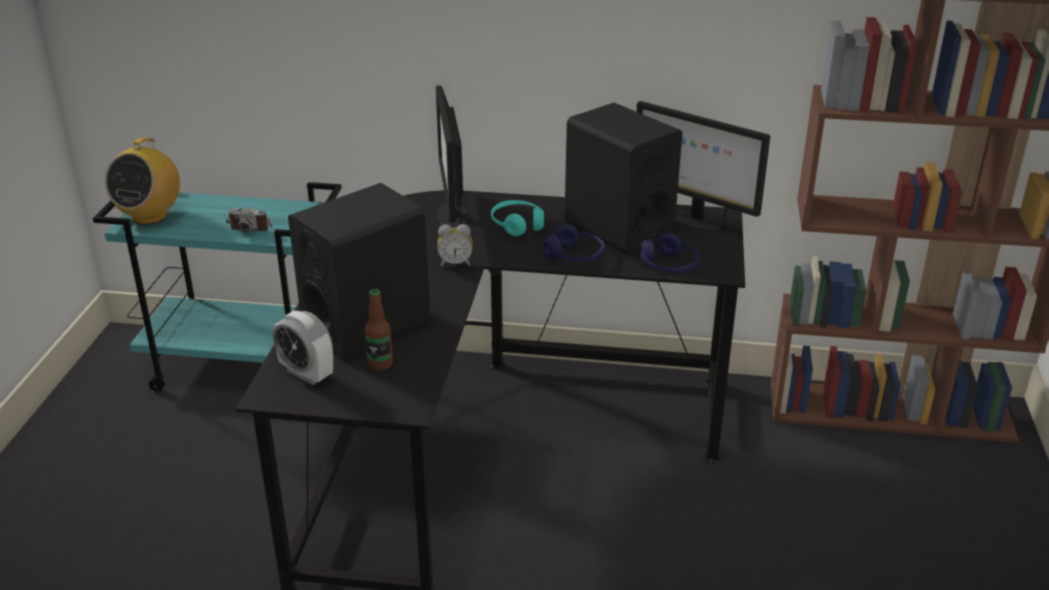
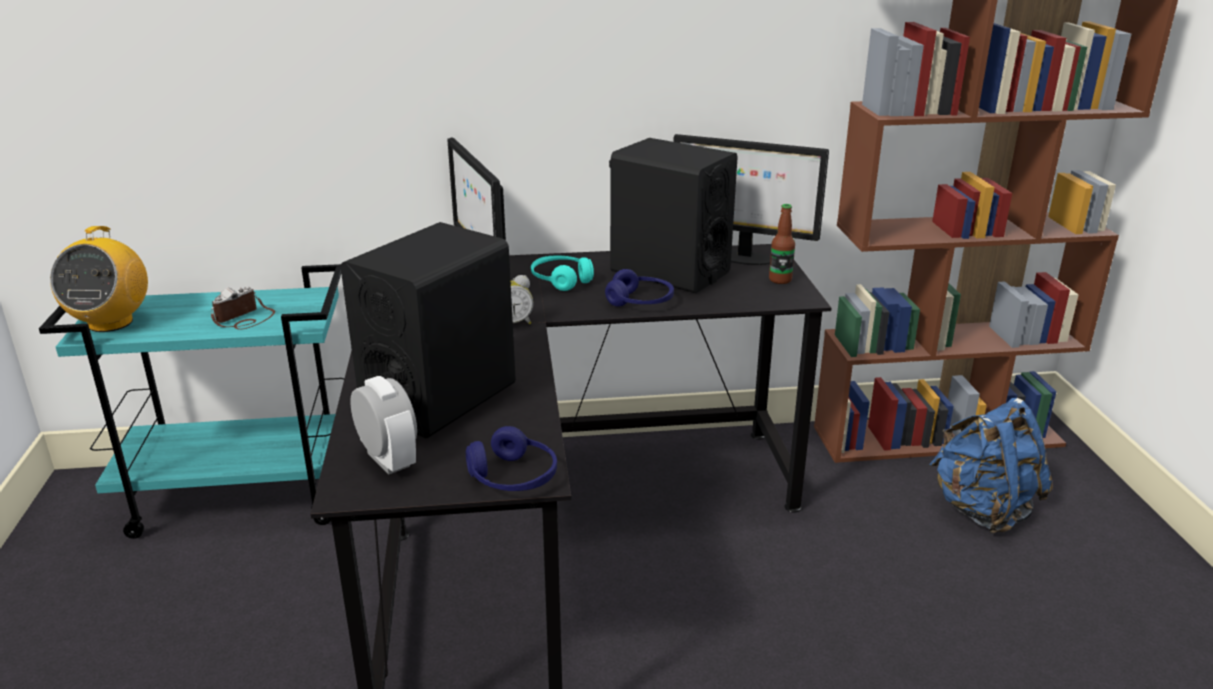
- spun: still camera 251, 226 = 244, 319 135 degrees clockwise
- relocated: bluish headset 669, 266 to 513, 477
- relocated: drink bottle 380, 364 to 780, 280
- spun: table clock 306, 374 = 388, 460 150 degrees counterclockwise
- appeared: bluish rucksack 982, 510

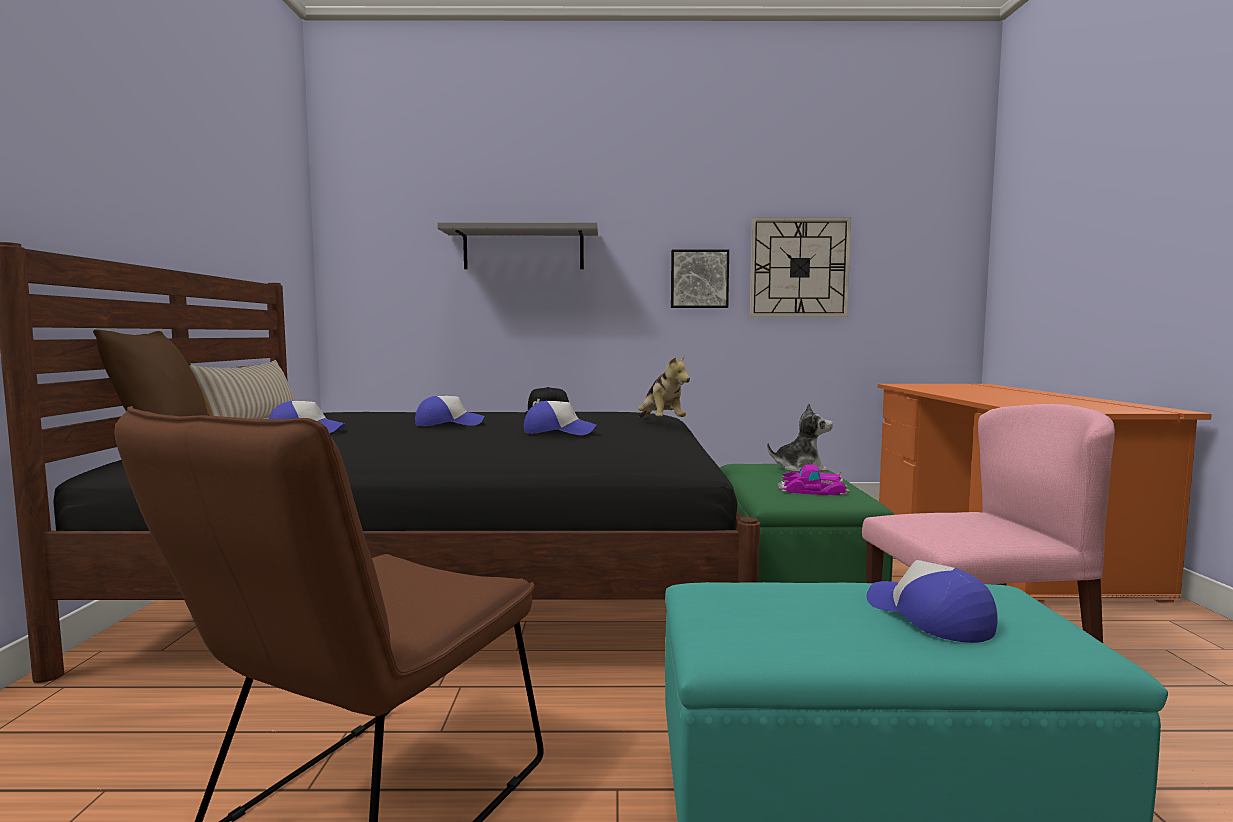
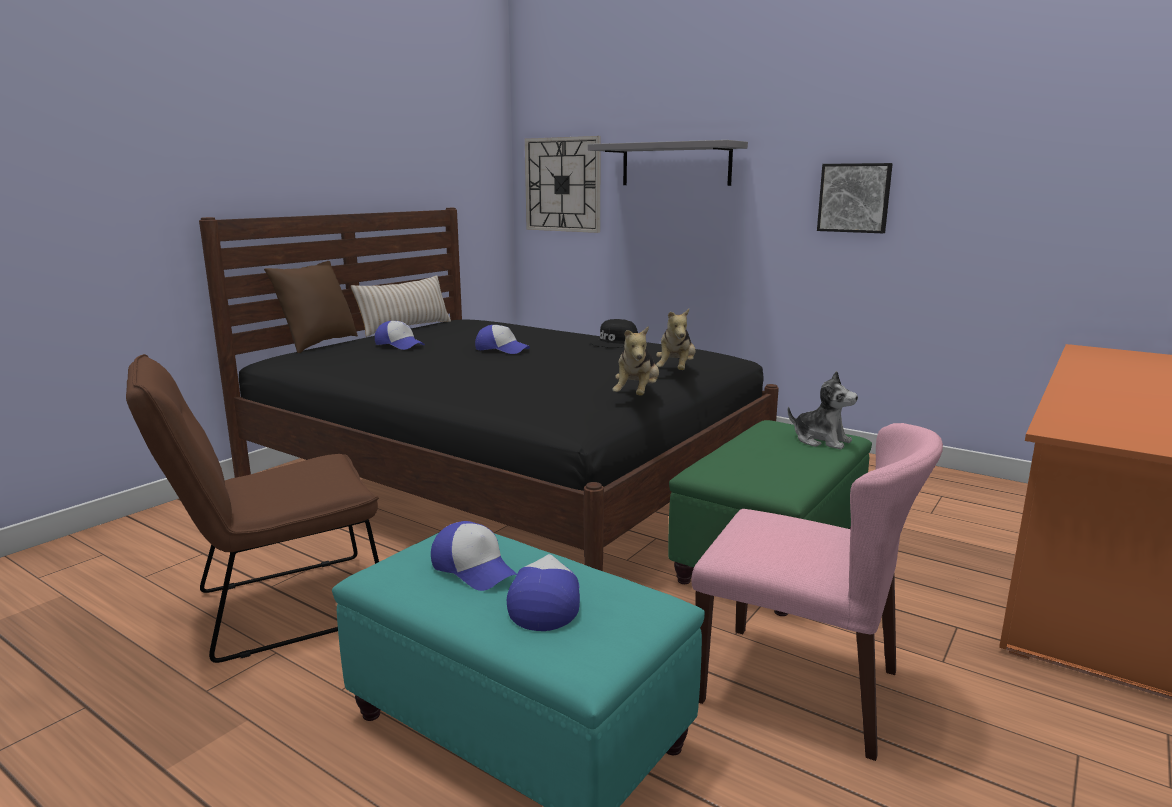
- relocated: clock on the wall 799, 267 to 563, 184
- relocated: peaked cap 559, 432 to 474, 568
- missing: toy car 813, 490
- appeared: cuddly toy 637, 395

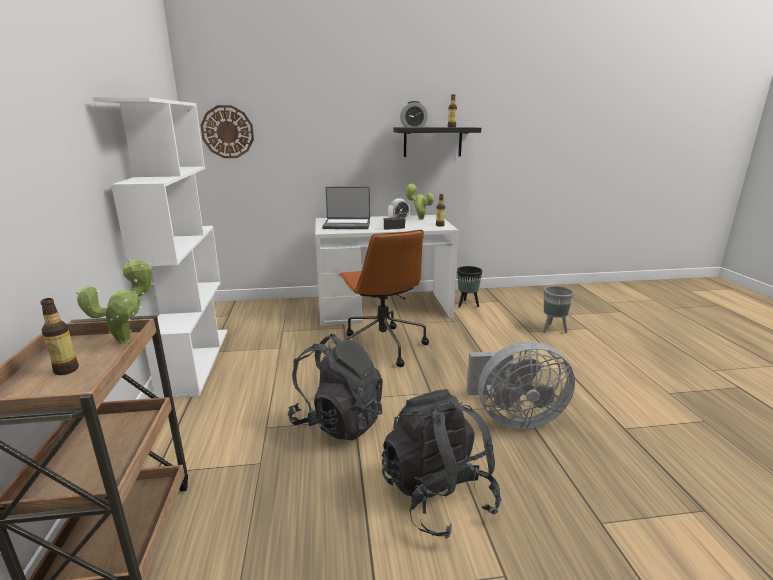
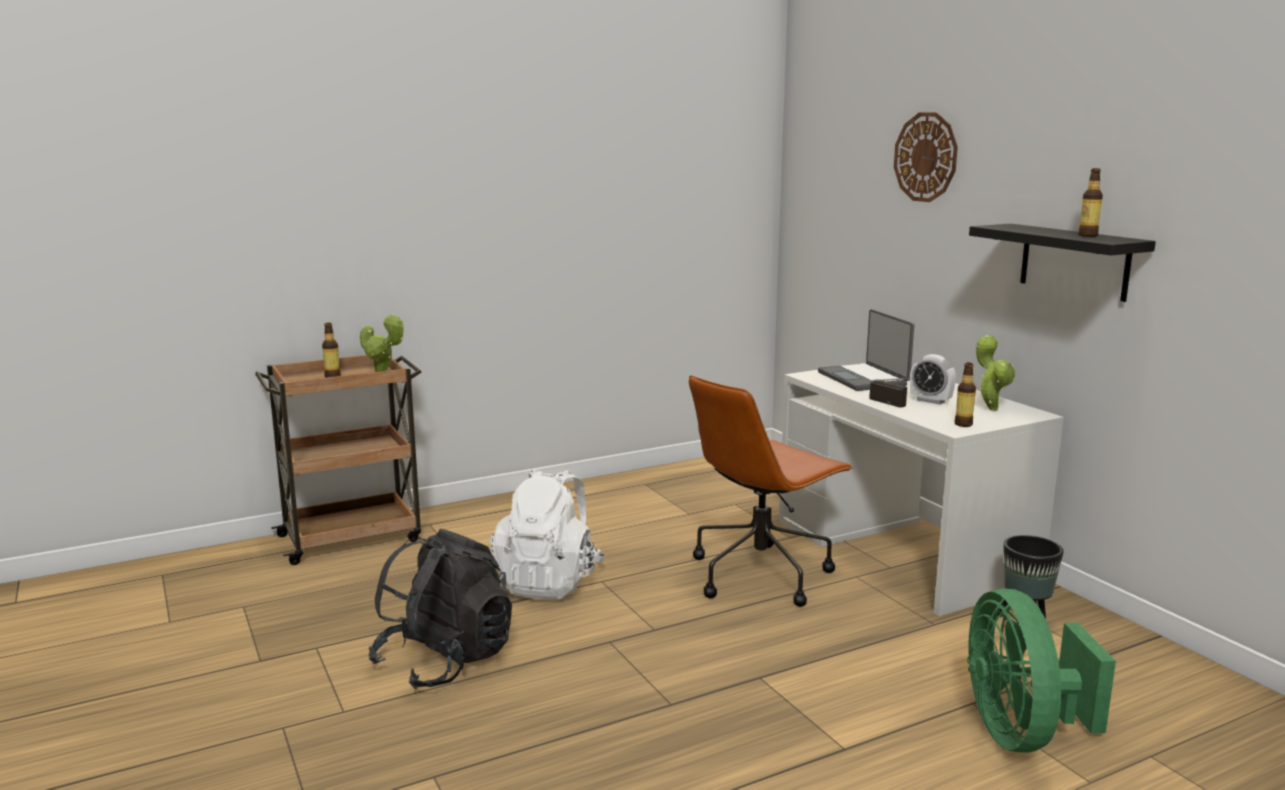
- missing: white shelving unit 195, 360
- missing: table clock 413, 127
- relocated: clock on the wall 227, 132 to 926, 157
- exchanged: grey plant pot 553, 329 to greenish cooling fan 1021, 733
- colour: blackish rucksack 338, 421 to white rucksack 549, 582
- missing: grey cooling fan 513, 418

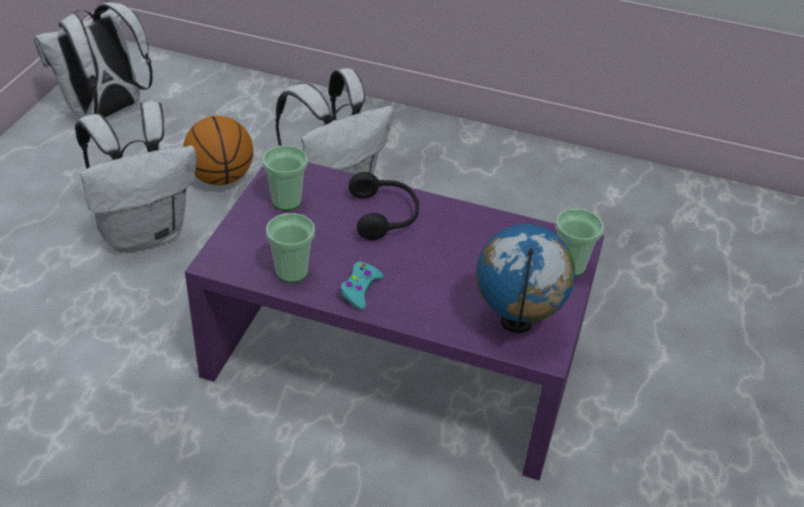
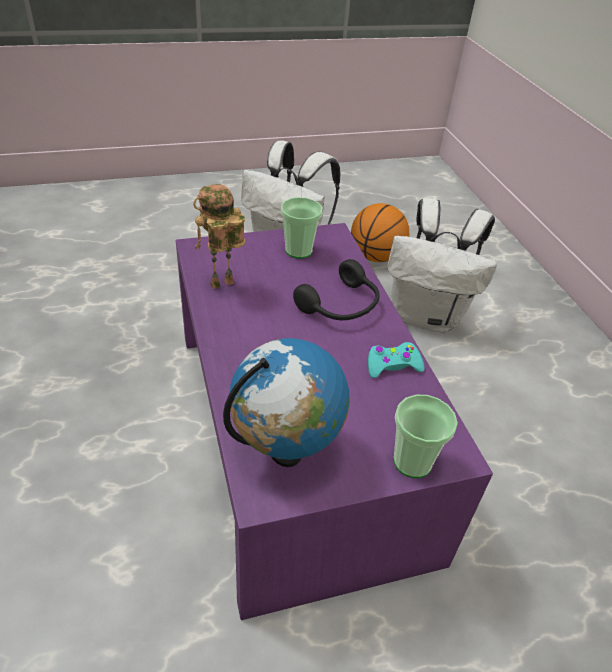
- missing: white rucksack 106, 113
- exchanged: small cup 291, 272 to toy robot 221, 286
- relocated: blue-green joypad 360, 289 to 392, 365

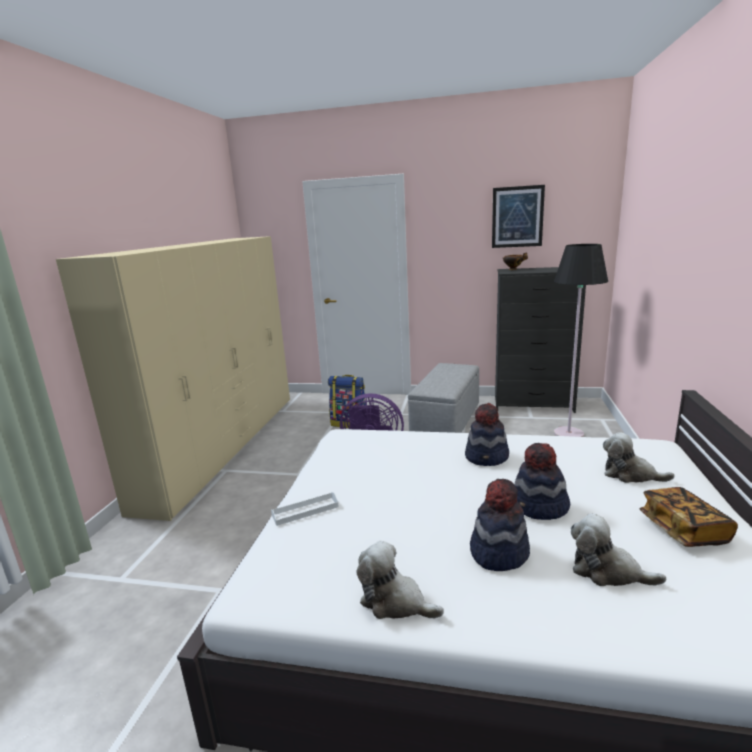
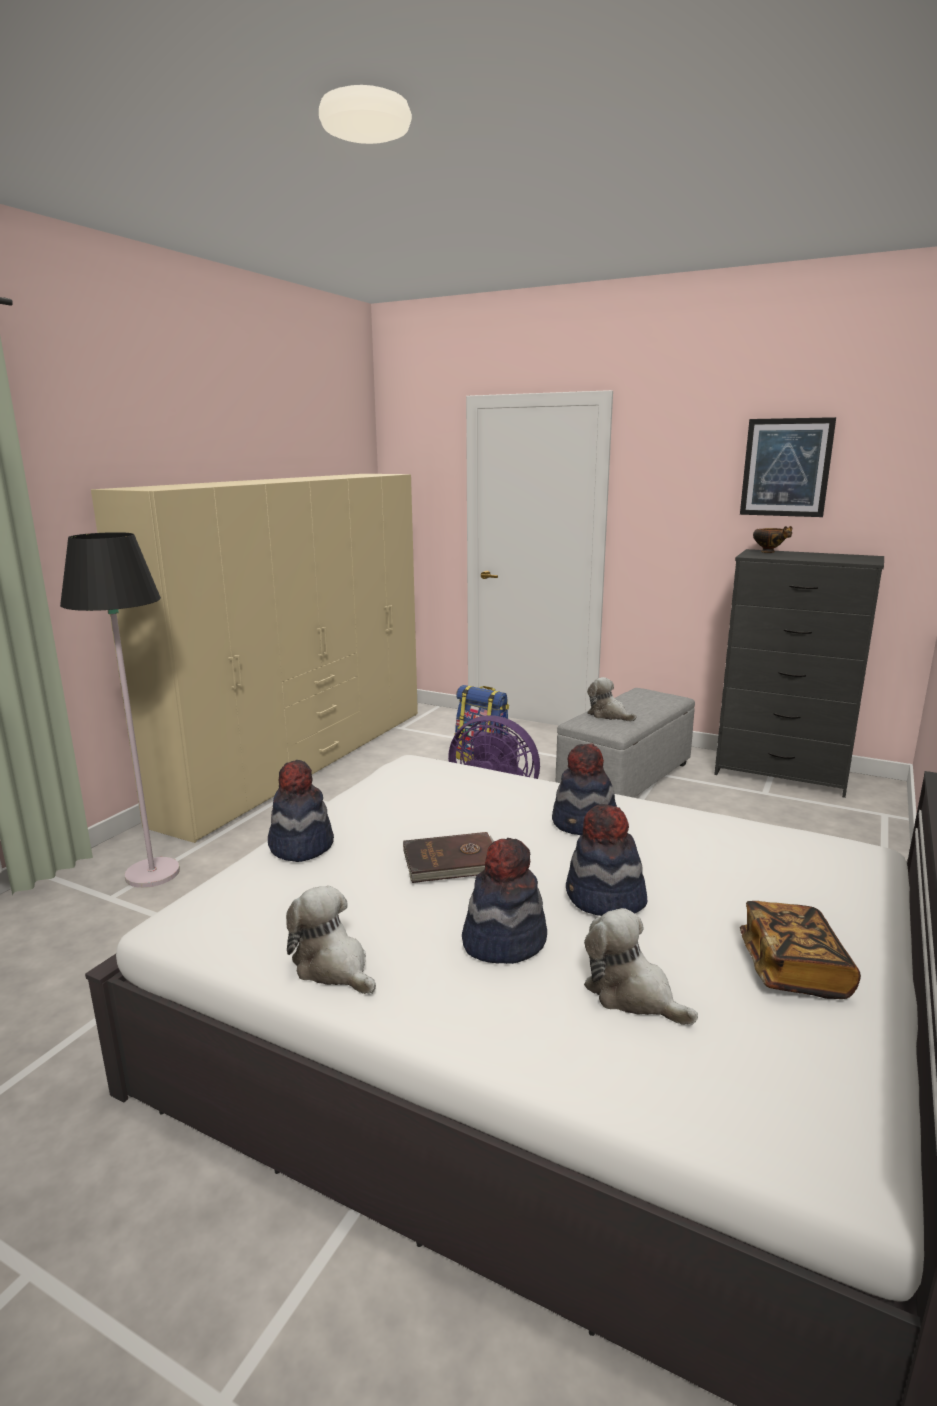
- relocated: blackish floor lamp 568, 434 to 152, 874
- relocated: cuddly toy 630, 474 to 608, 715
- exchanged: white tray 305, 511 to hat 300, 845
- appeared: brown book 453, 862

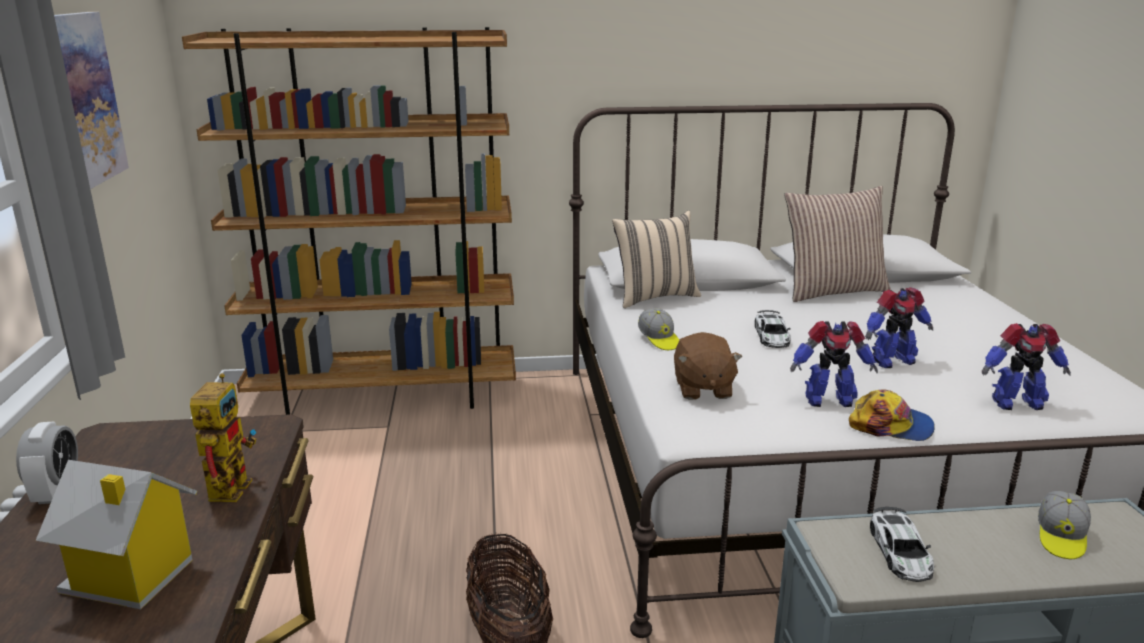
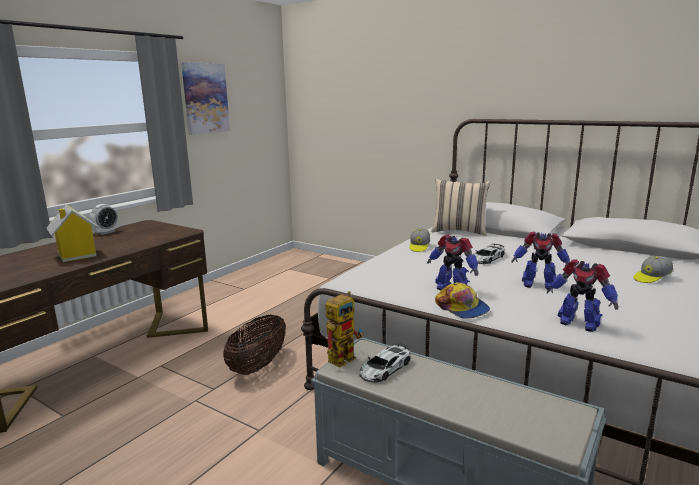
- missing: brown shelving unit 385, 395
- missing: pillow 832, 291
- missing: brown cuddly toy 702, 389
- relocated: toy robot 230, 484 to 344, 356
- relocated: peaked cap 1060, 537 to 651, 278

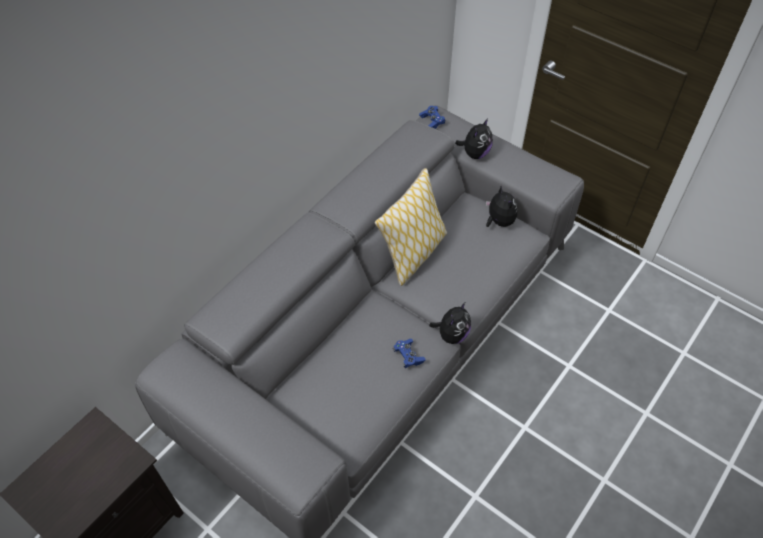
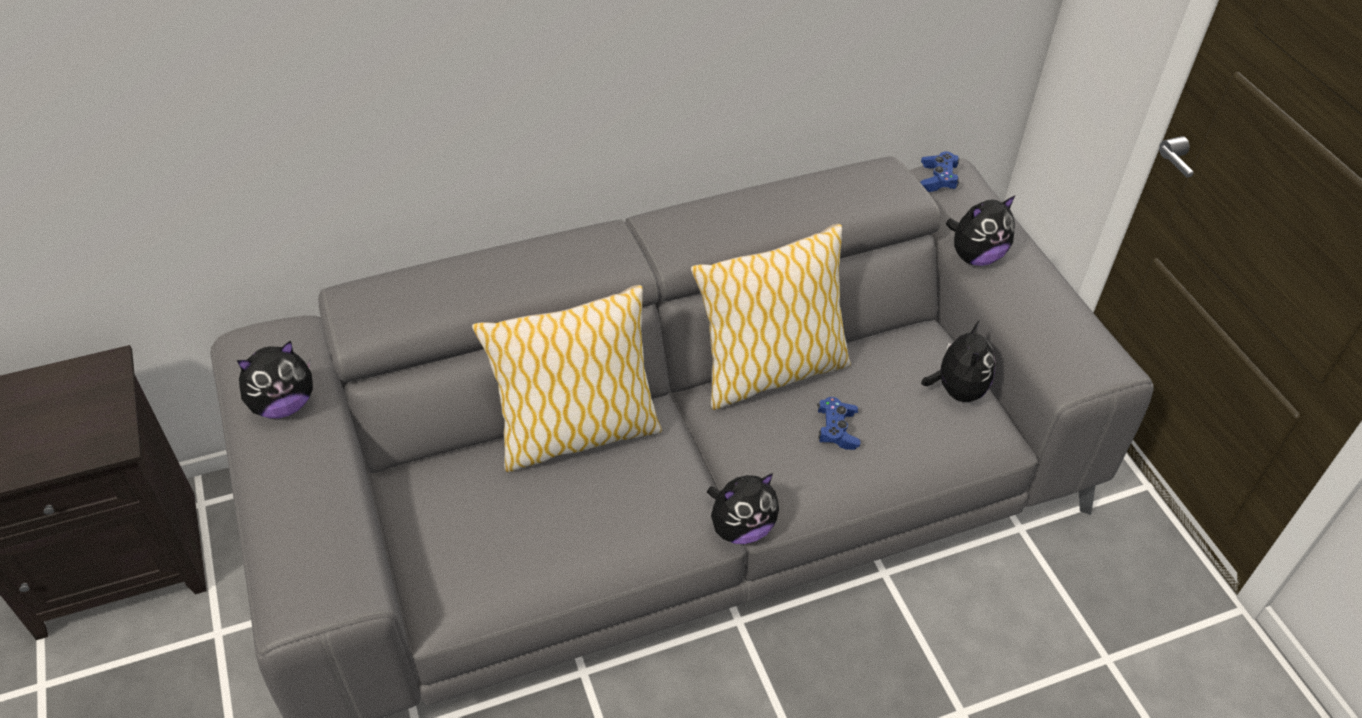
- relocated: bluish joypad 408, 356 to 837, 430
- appeared: pillow 576, 434
- appeared: cuddly toy 283, 404

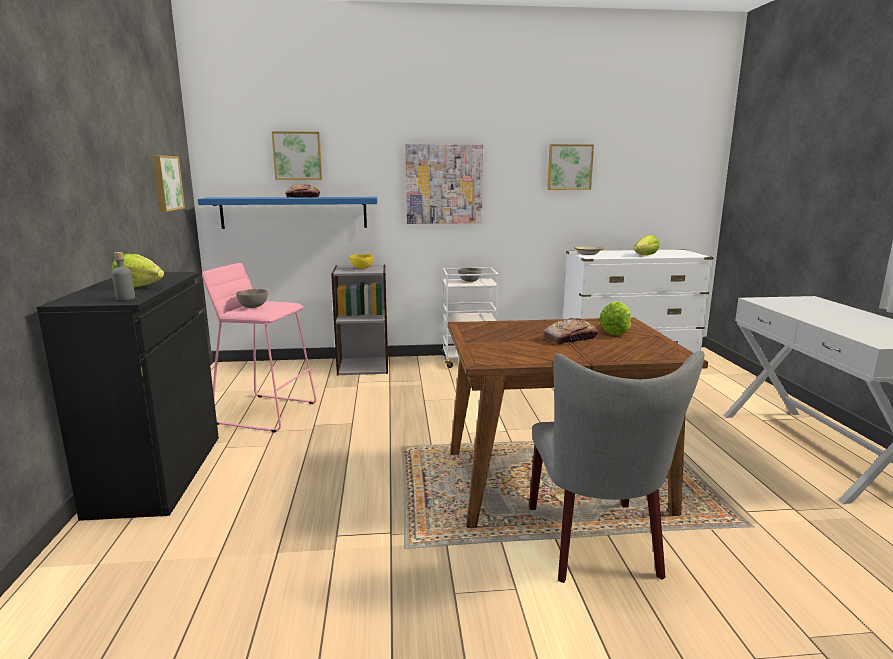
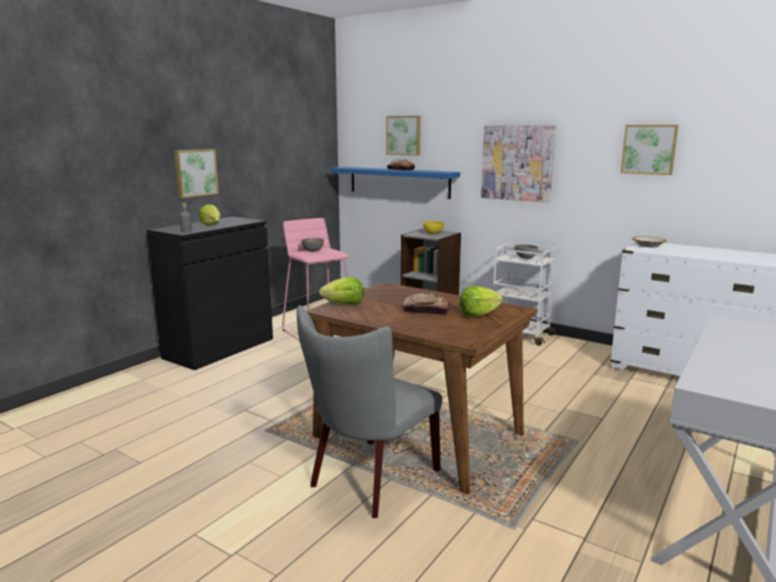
- relocated: wall picture 166, 183 to 195, 173
- relocated: lettuce 645, 255 to 344, 304

